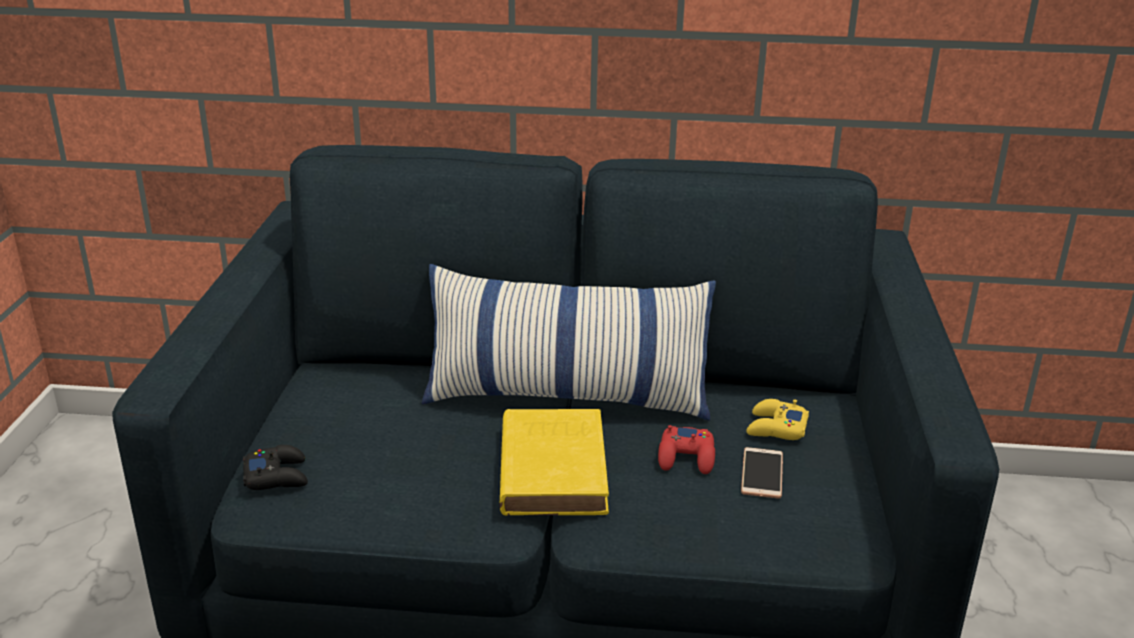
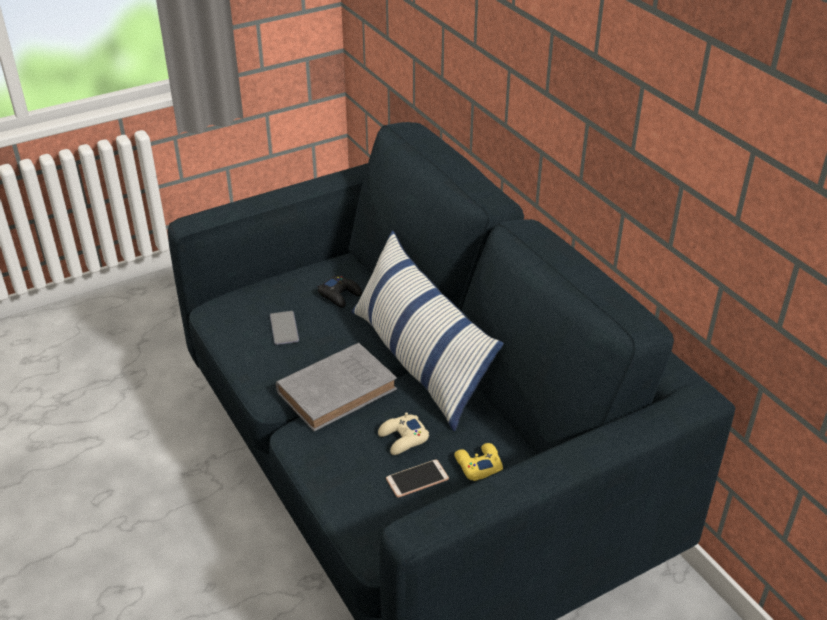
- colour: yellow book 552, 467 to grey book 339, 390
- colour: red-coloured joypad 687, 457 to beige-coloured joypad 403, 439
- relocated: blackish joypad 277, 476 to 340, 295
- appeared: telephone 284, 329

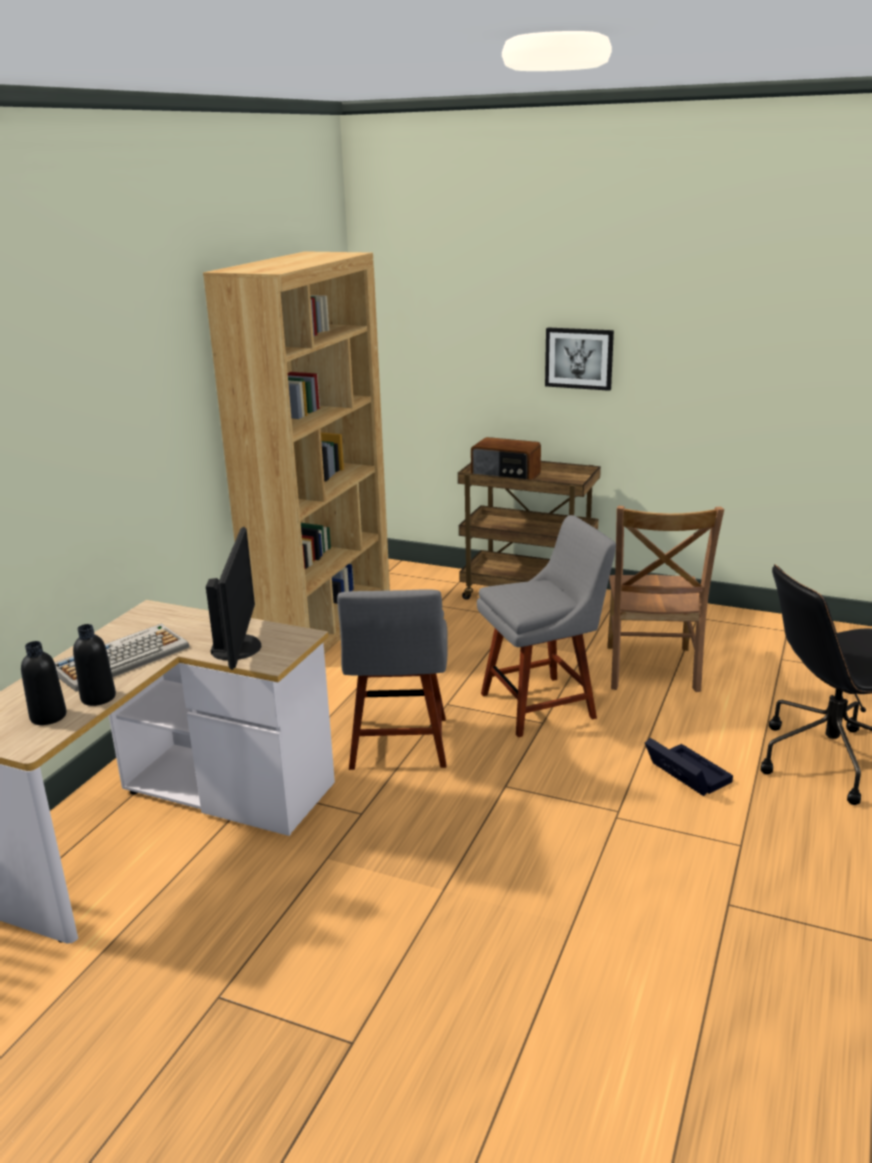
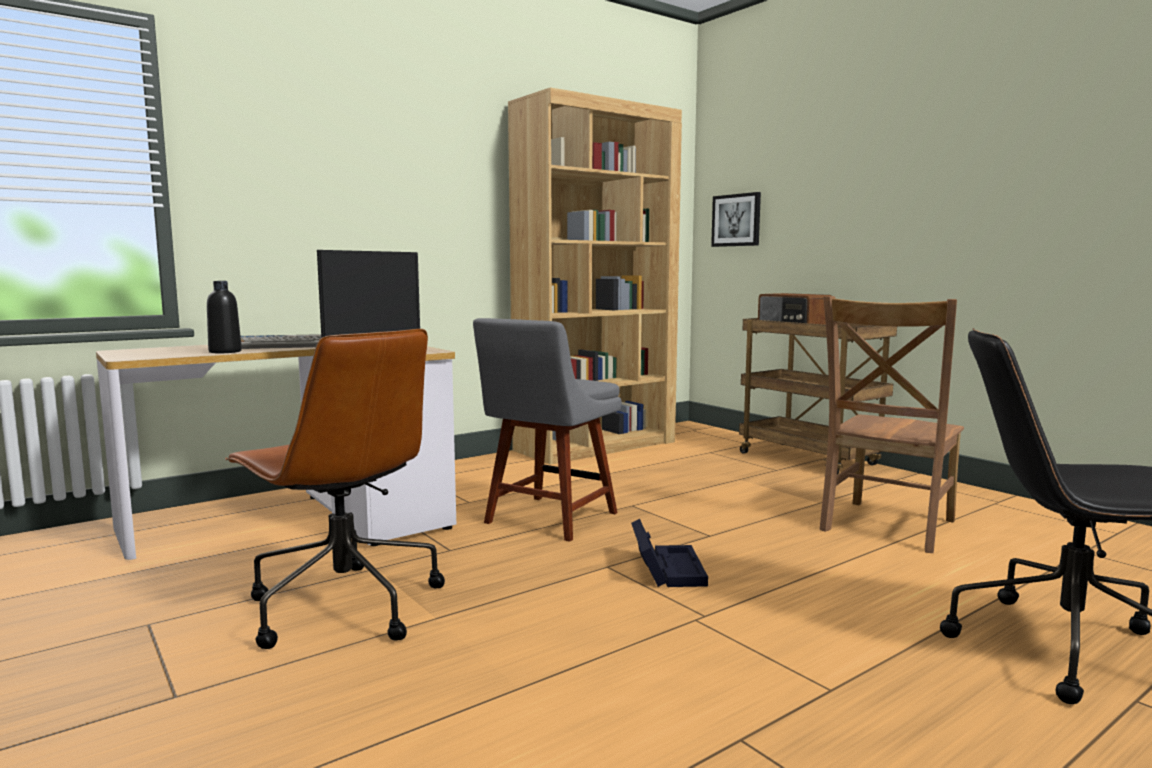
- relocated: wall picture 579, 358 to 736, 220
- missing: grey chair 543, 704
- missing: blackish drink bottle 48, 716
- relocated: blackish storage box 684, 774 to 666, 568
- appeared: brown computer chair 343, 606

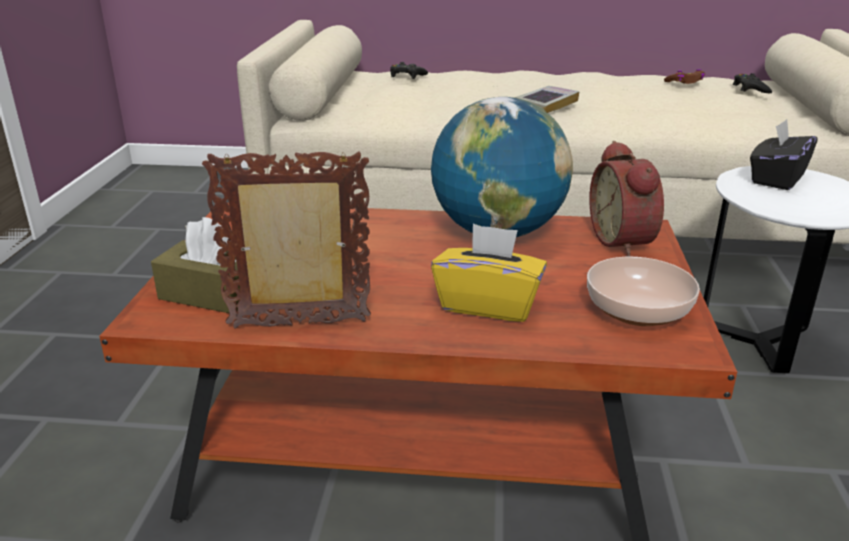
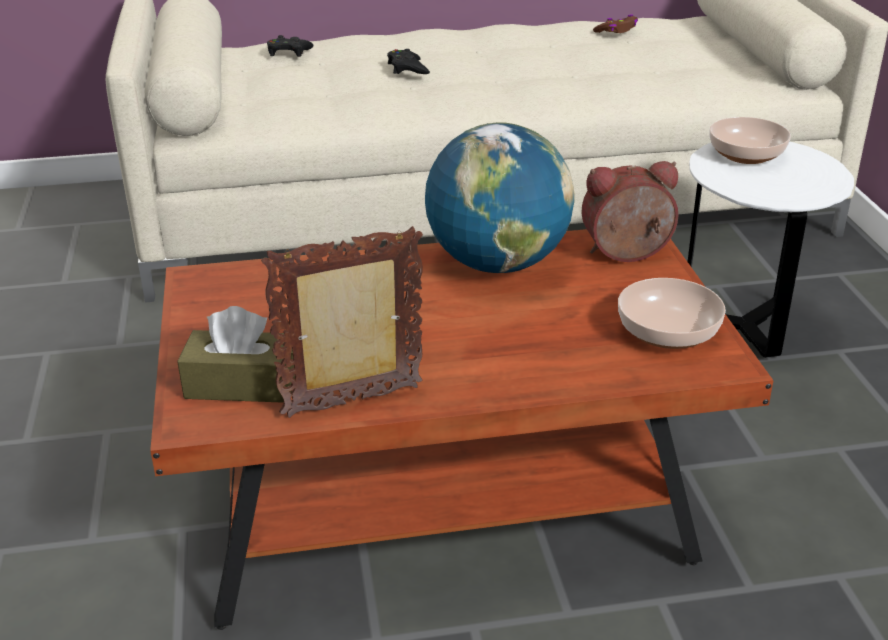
- relocated: blackish joypad 750, 89 to 407, 68
- missing: book 546, 104
- exchanged: blackish tissue box 776, 179 to bowl 747, 155
- spun: table clock 625, 241 = 627, 255 105 degrees clockwise
- missing: yellow tissue box 488, 304

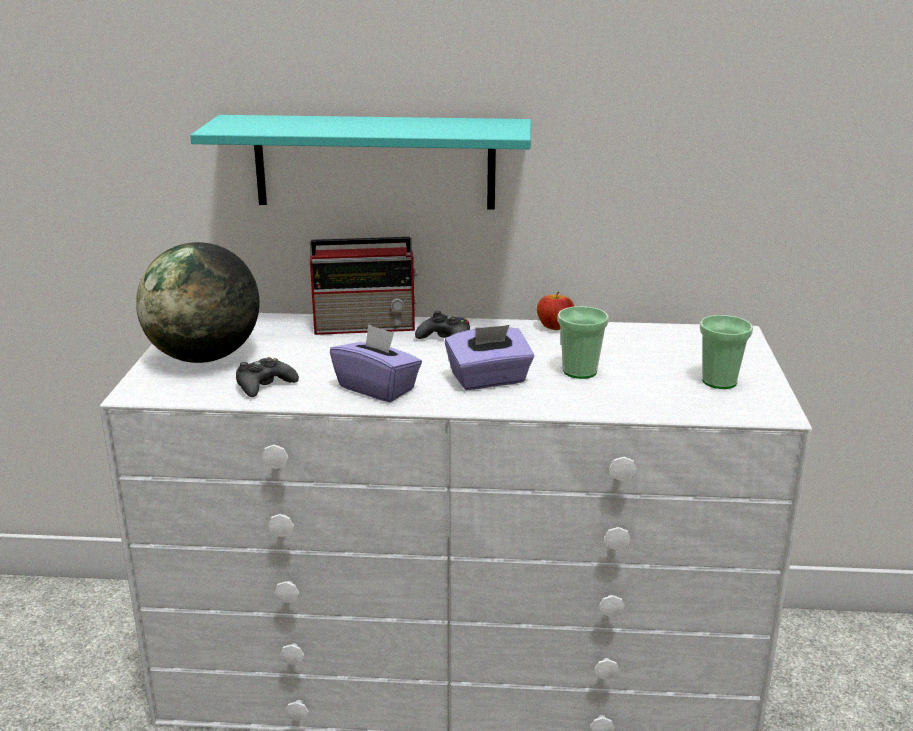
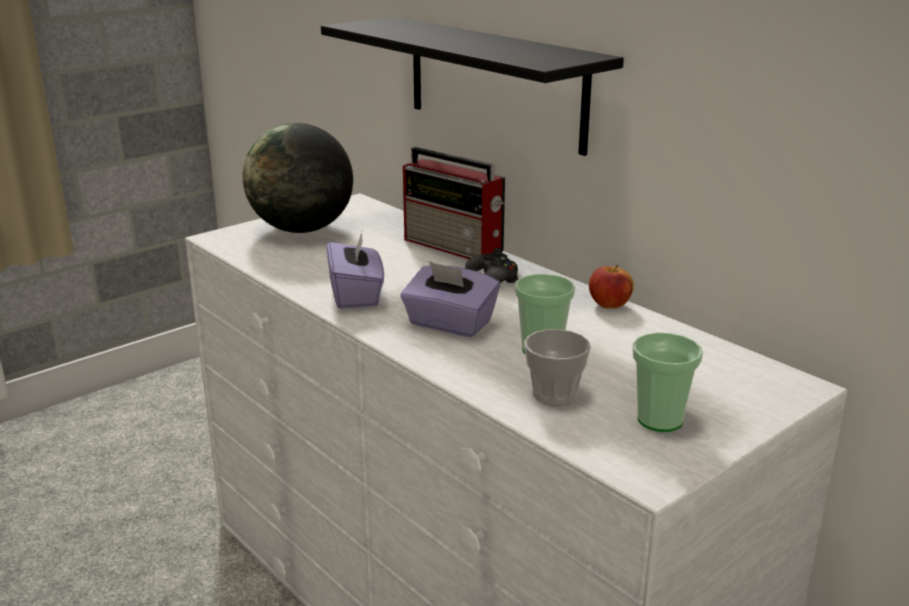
- colour: blue-green shelf 374, 162 to blackish shelf 494, 82
- missing: blackish joypad 264, 385
- appeared: small cup 554, 394

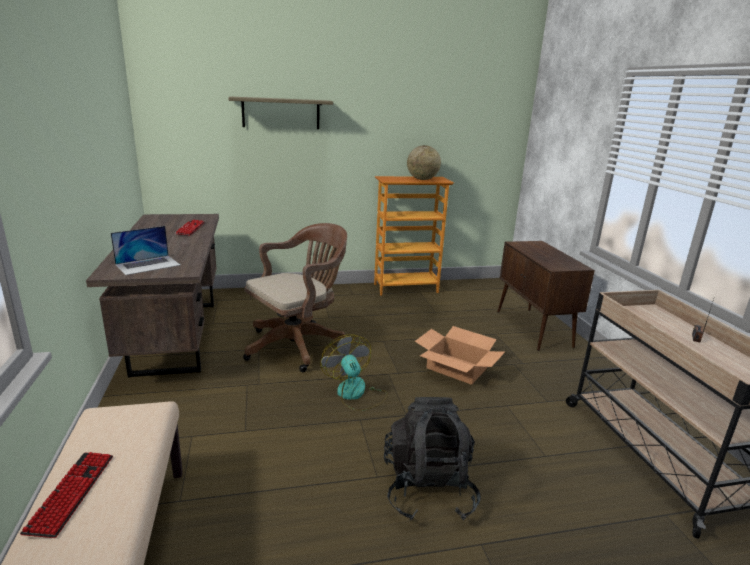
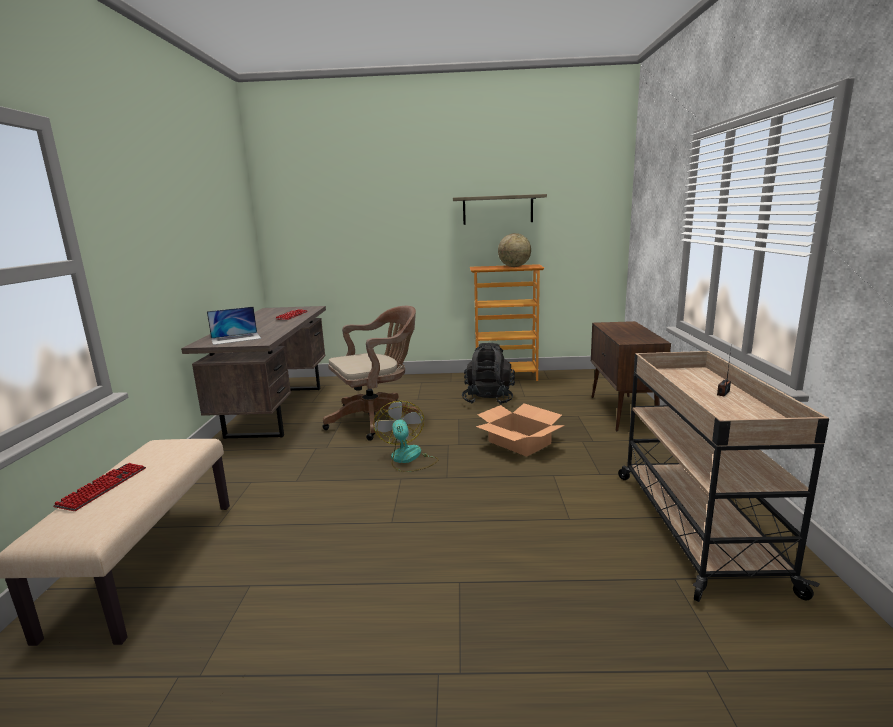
- relocated: shelf 281, 113 to 497, 210
- relocated: blackish rucksack 428, 490 to 488, 399

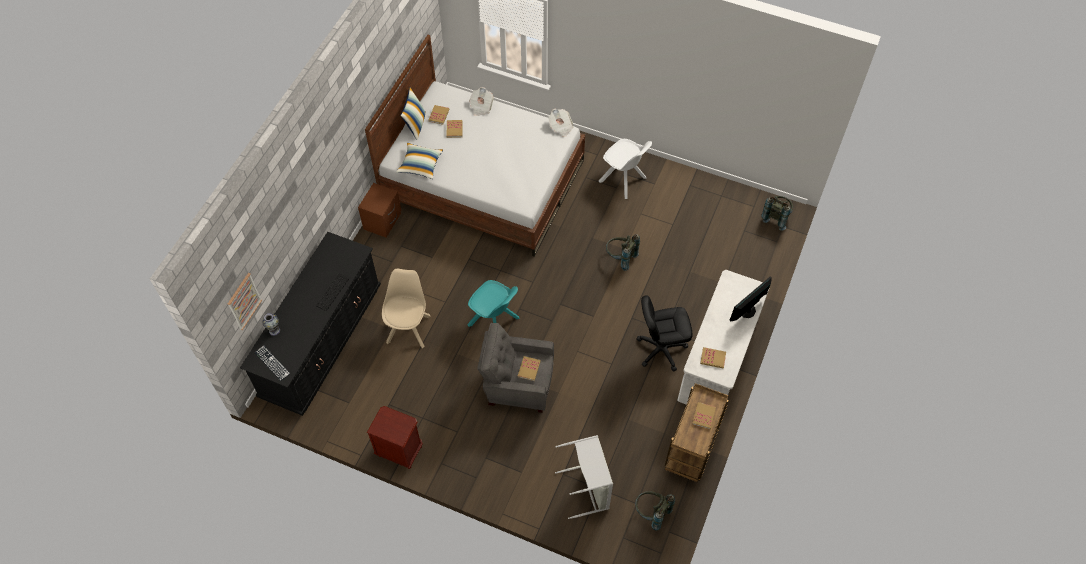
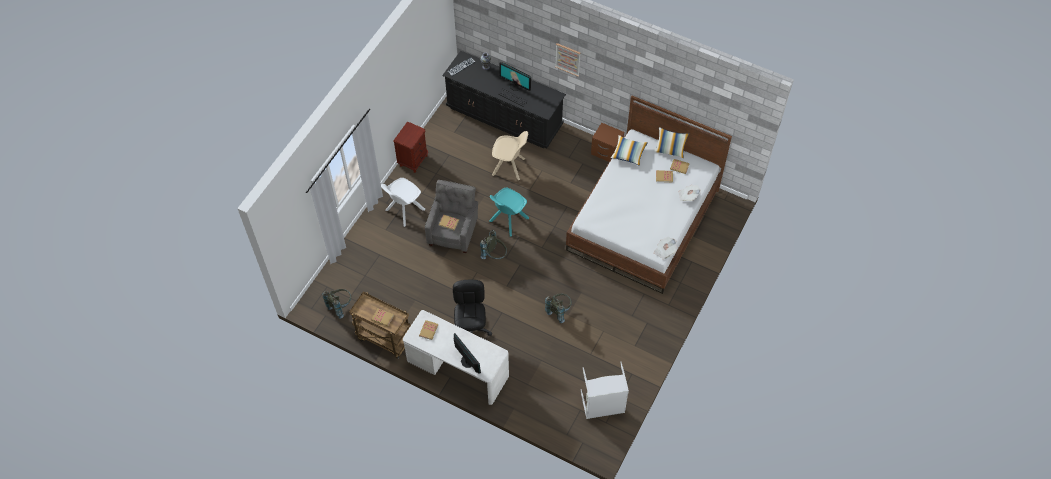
- relocated: white chair 623, 180 to 404, 210
- relocated: grey rucksack 776, 217 to 494, 255
- relocated: wall picture 244, 301 to 568, 59
- relocated: grey hamper 588, 489 to 603, 406
- appeared: computer screen 515, 86

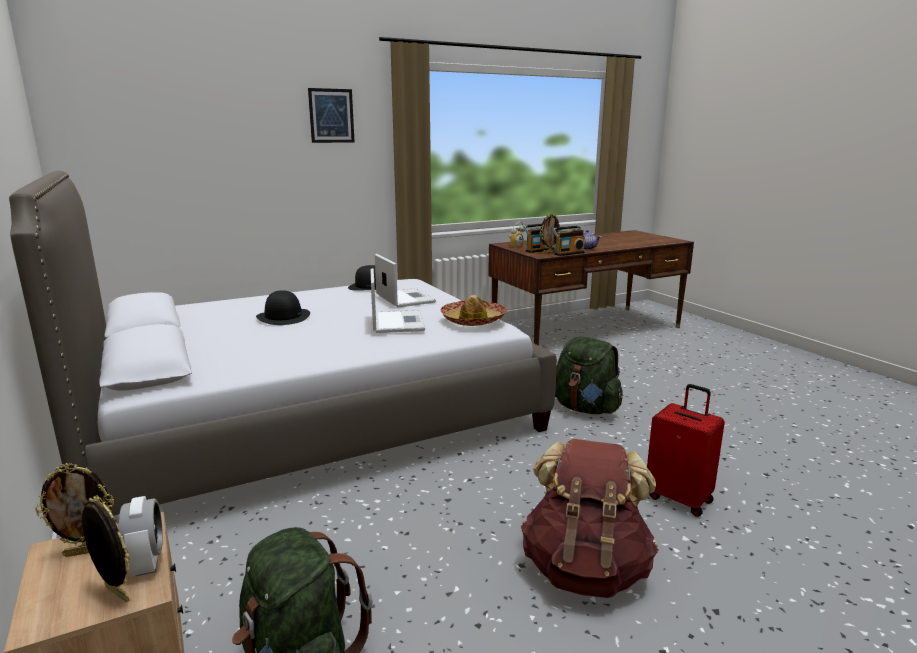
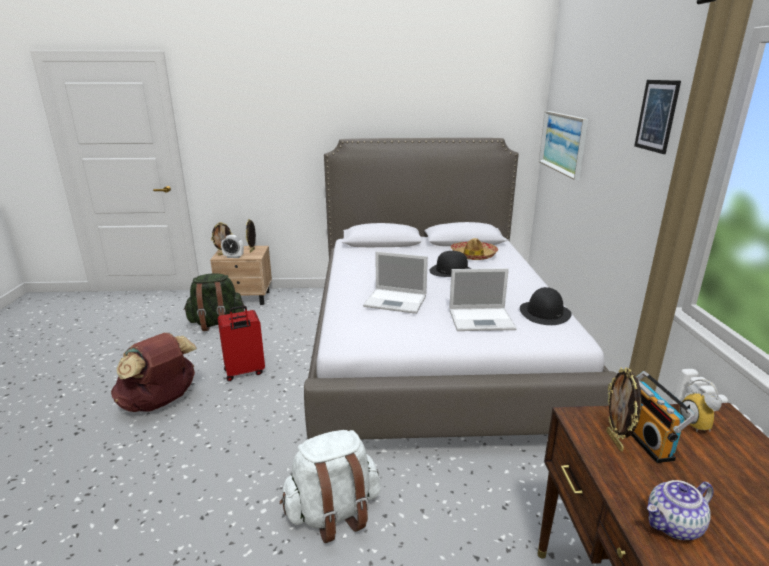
- missing: radio 568, 253
- relocated: hat 473, 320 to 473, 255
- colour: greenish rucksack 585, 408 to white rucksack 333, 513
- relocated: red-coloured piece of luggage 679, 498 to 244, 372
- appeared: wall picture 563, 142

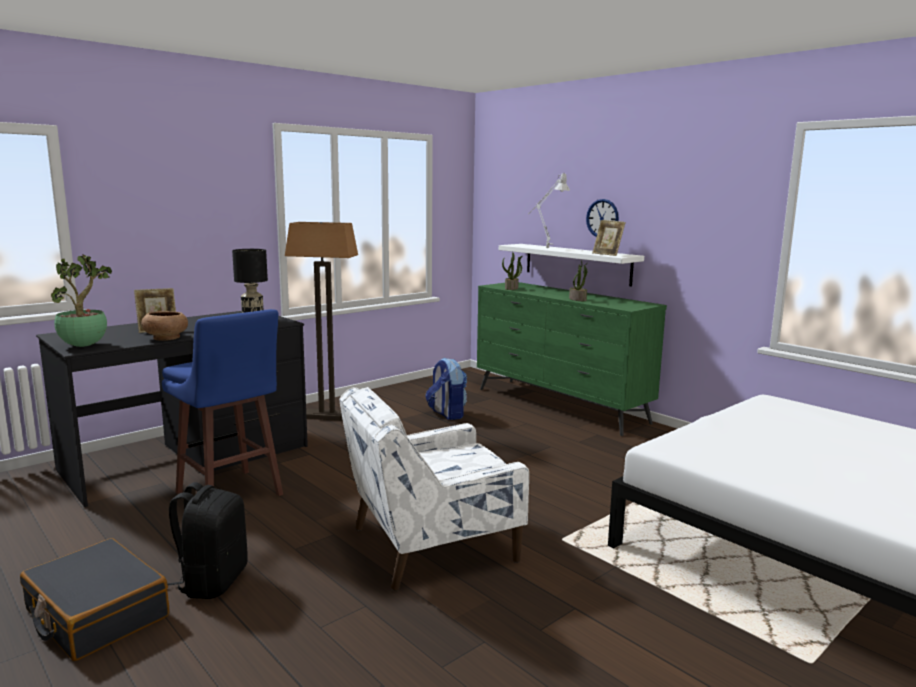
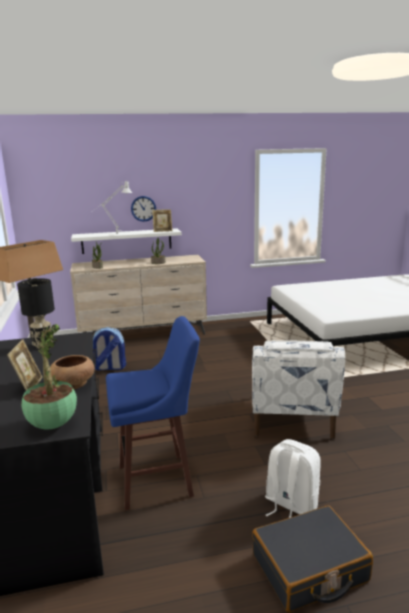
- colour: greenish drawer chest 560, 406 to beige-coloured drawer chest 144, 335
- colour: blackish rucksack 212, 581 to white rucksack 290, 505

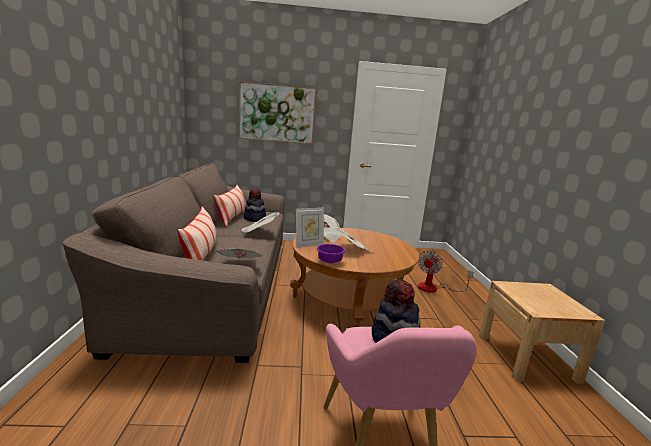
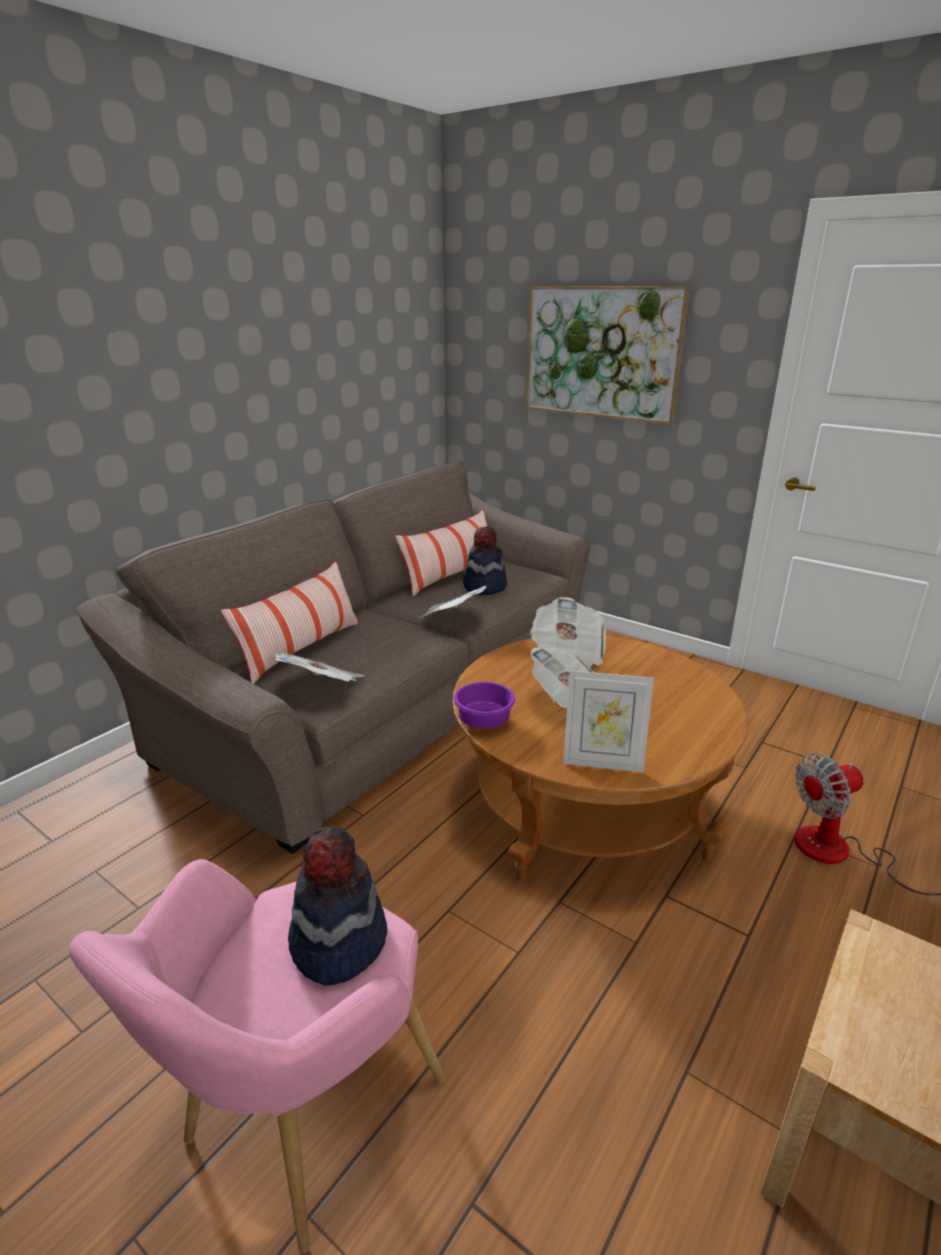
- relocated: standing frame 309, 245 to 603, 763

